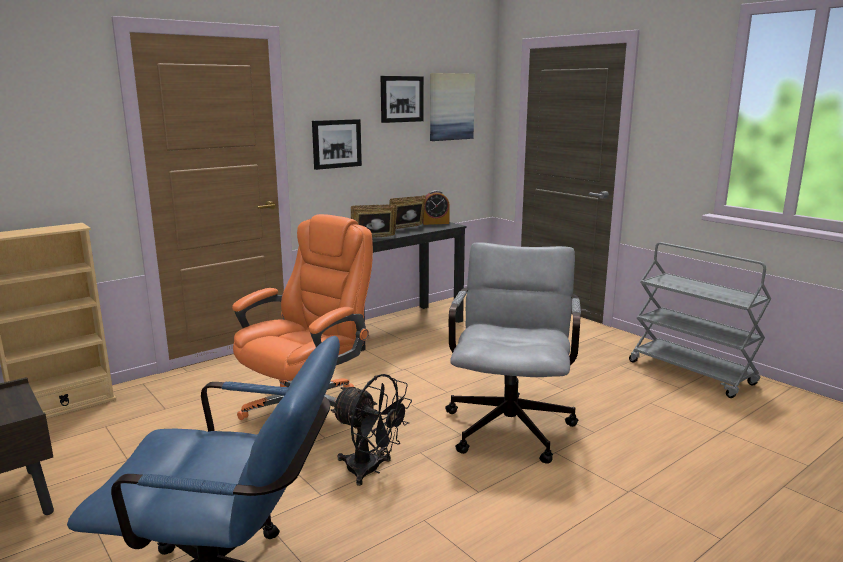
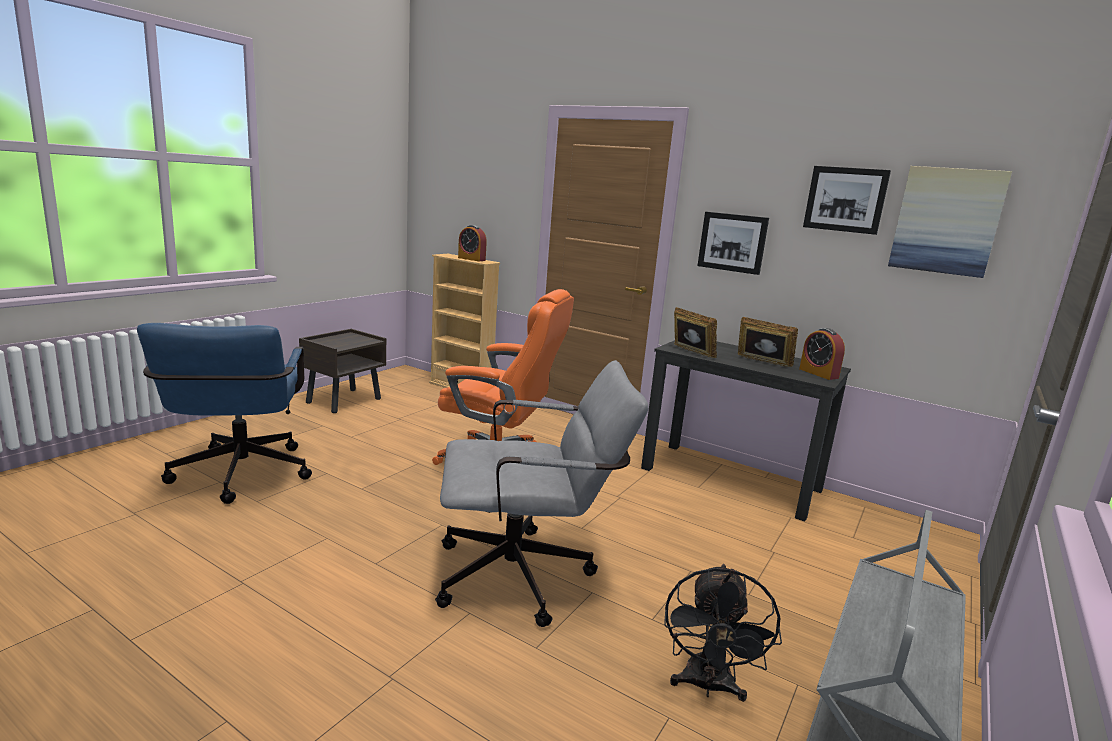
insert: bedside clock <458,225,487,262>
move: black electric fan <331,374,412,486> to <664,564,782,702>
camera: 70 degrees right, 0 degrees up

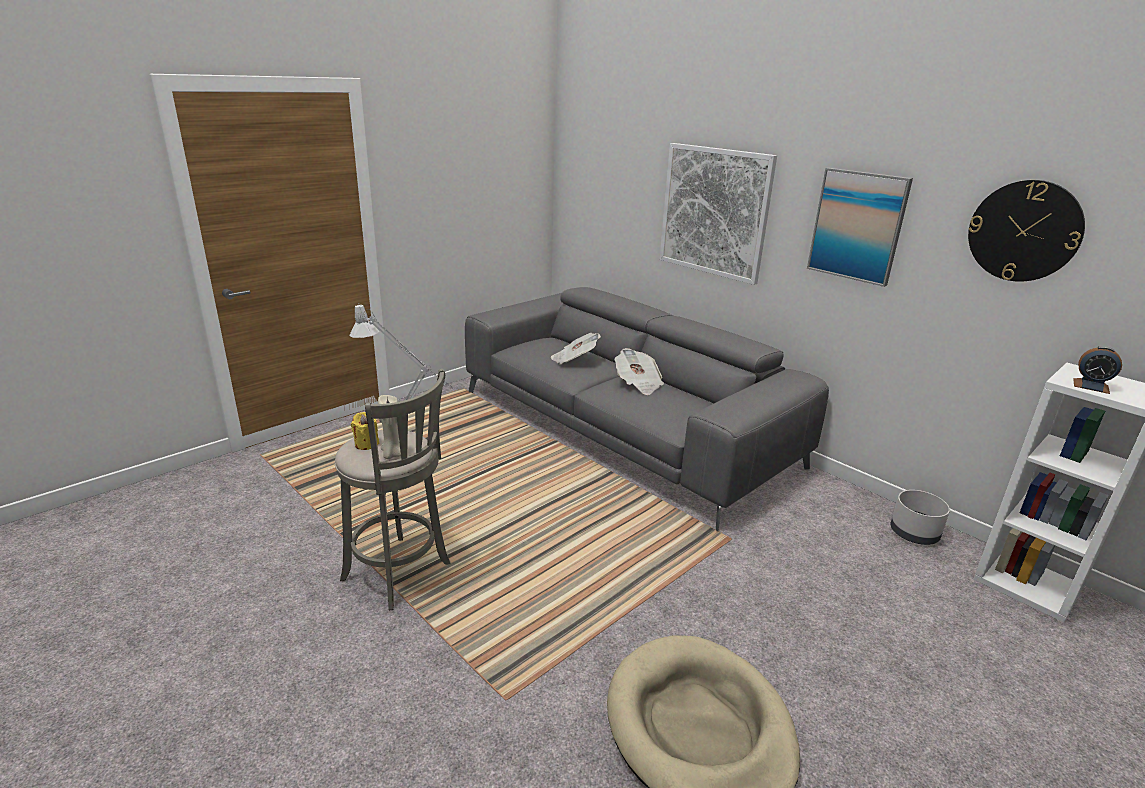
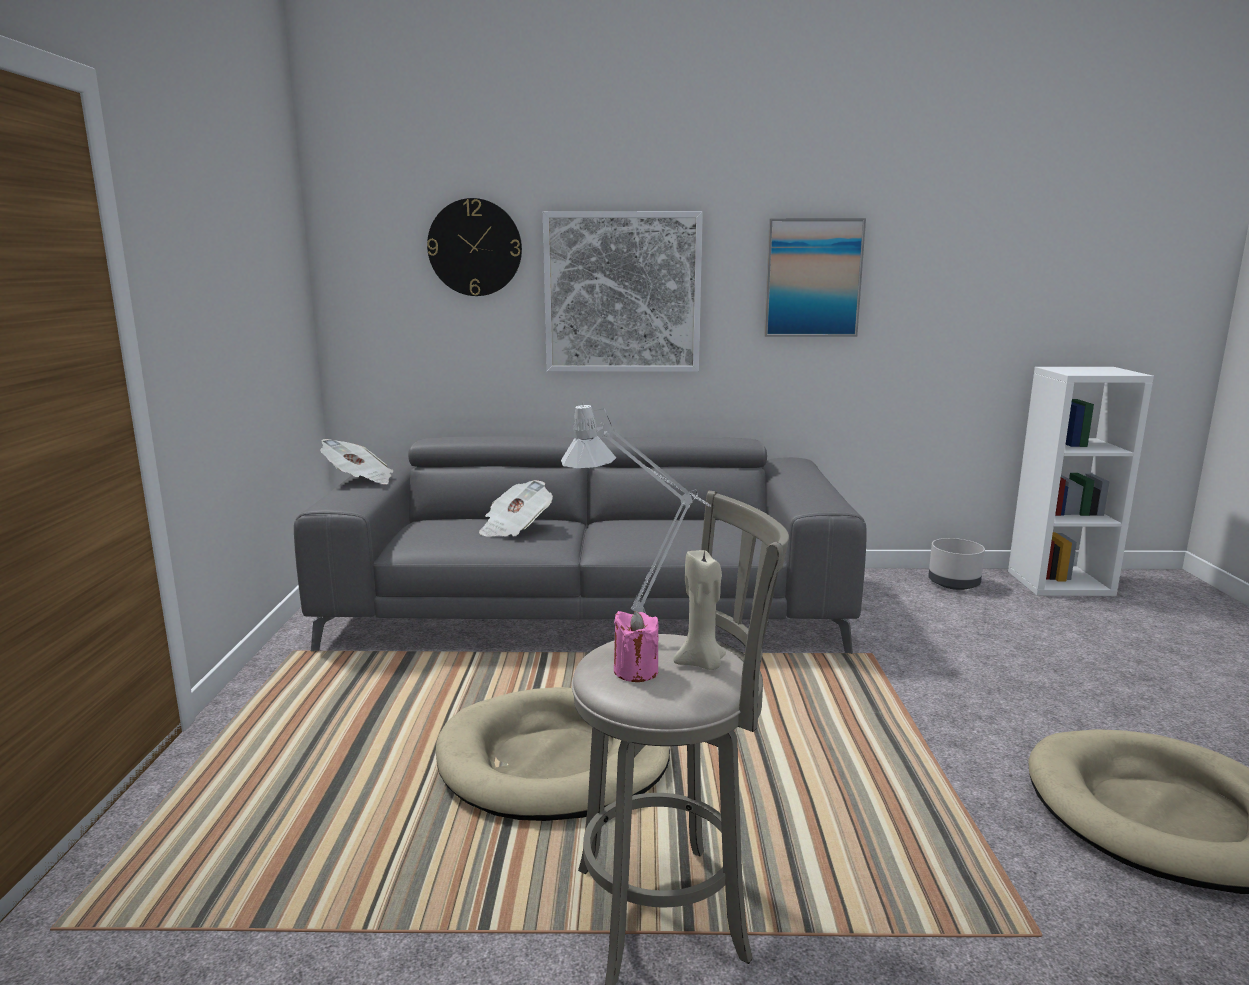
delete: bedside clock <1073,346,1122,394>
insert: beige dog bed <436,687,670,821>
move: hanging clock <968,180,1085,282> to <427,198,522,296>; daily paper <615,348,664,395> to <320,439,393,484>
recolor: yellow wax light <351,412,379,450> to pink-coloured wax light <614,611,659,682>
camera: 45 degrees left, 10 degrees down

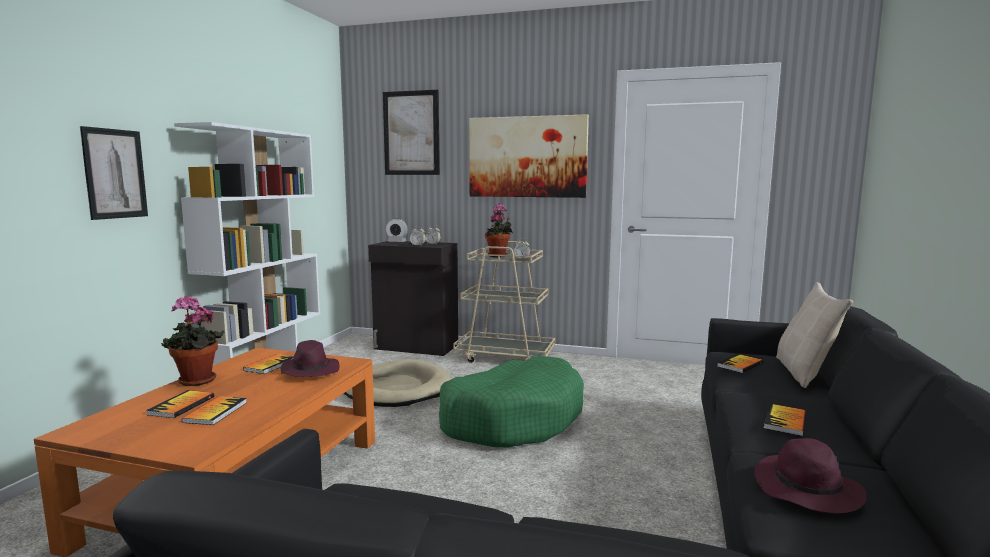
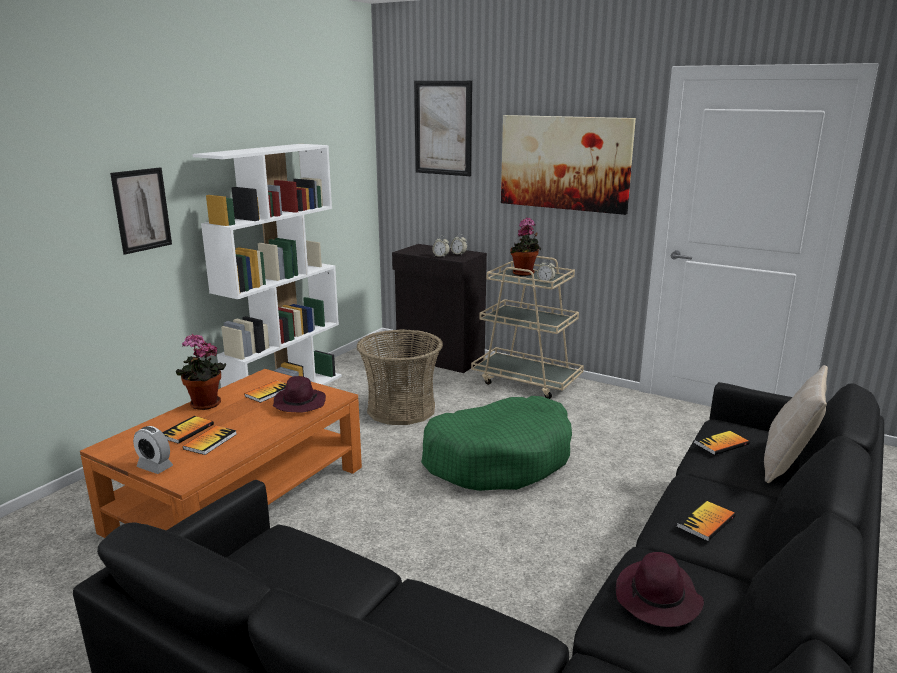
move: bedside clock <386,218,408,242> to <133,426,173,474>
replace: beige dog bed <344,359,451,407> to household basket <357,330,443,425>
camera: 15 degrees right, 10 degrees up

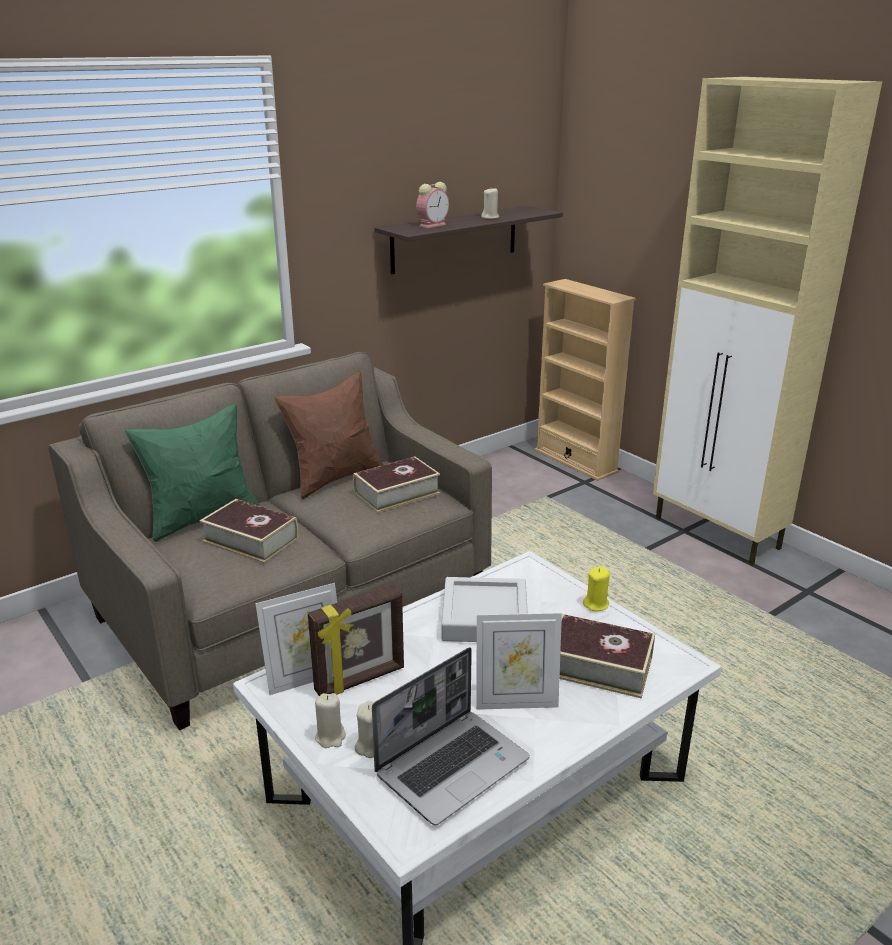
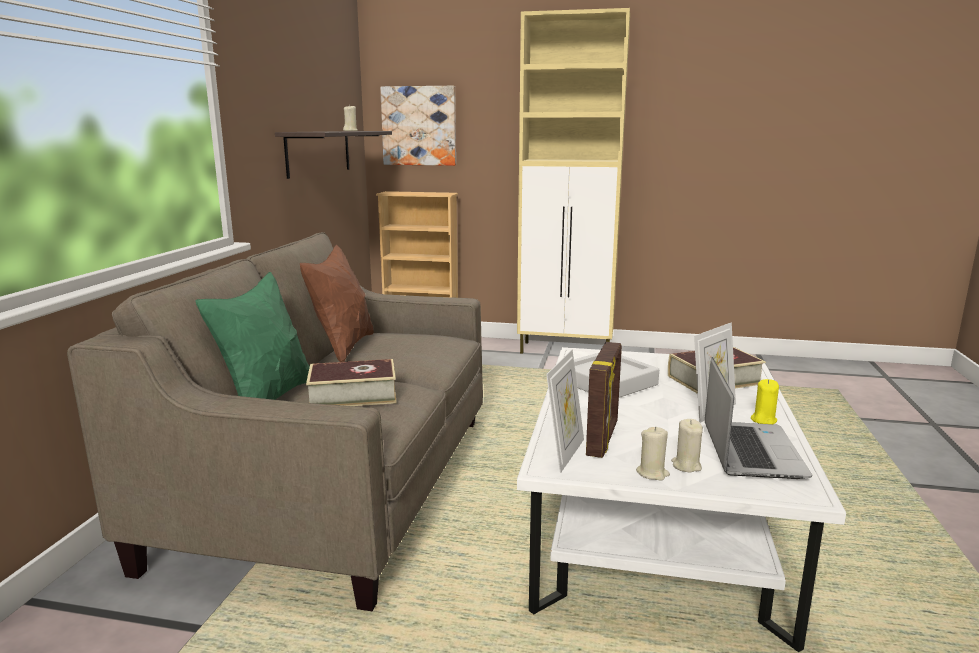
delete: bedside clock <416,182,449,228>; volume <353,456,440,513>
insert: picture <380,86,456,166>
move: yellow wax light <583,567,610,611> to <751,379,779,424>
camera: 40 degrees left, 10 degrees down

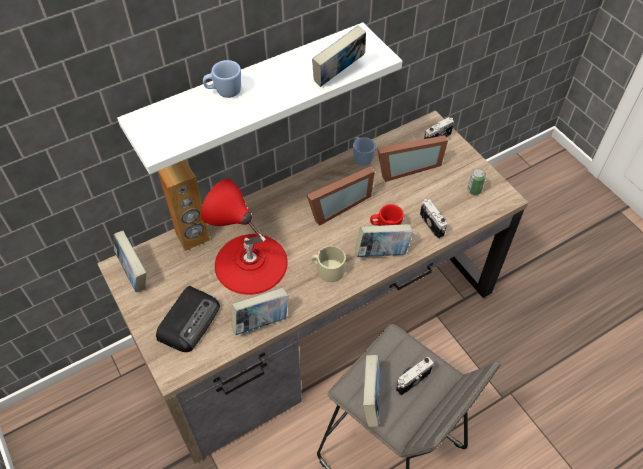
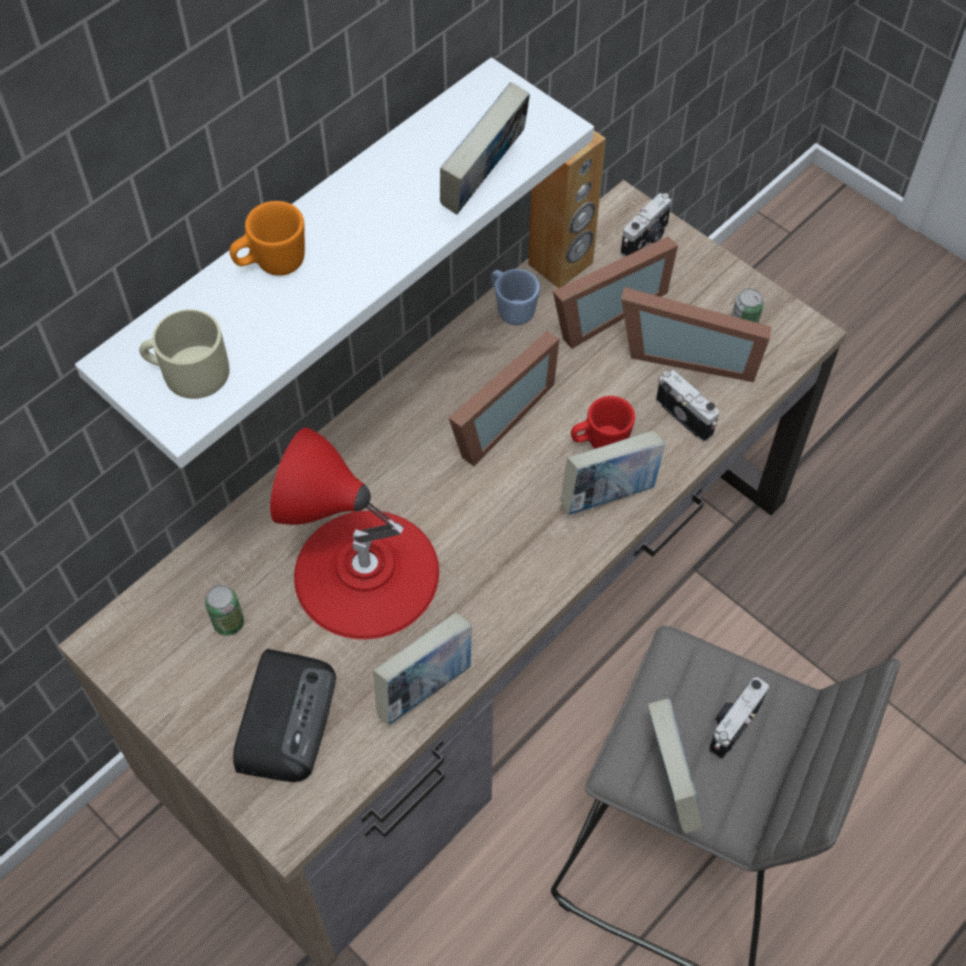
delete: volume <114,231,146,292>
insert: picture frame <621,287,772,382>; sealed can <205,585,244,636>
move: brownish loudspeaker <158,160,210,251> to <528,131,606,288>; beige coffee mug <311,246,346,282> to <139,309,229,399>
recolor: blue-coloured coffee mug <203,60,241,98> to orangey coffee mug <230,201,305,276>
camera: 15 degrees left, 5 degrees up

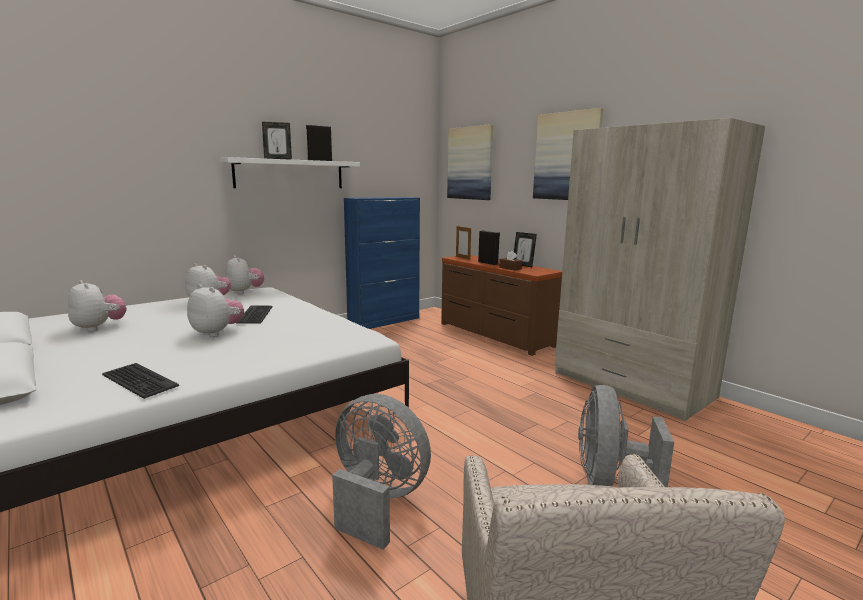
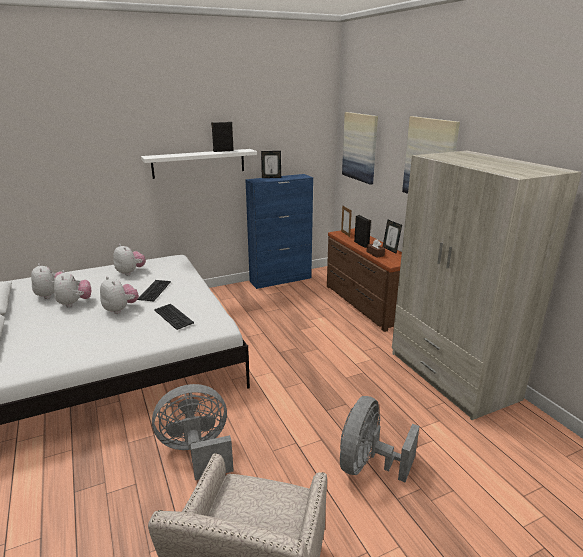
move: picture frame <262,122,292,160> to <261,151,281,178>; plush toy <225,256,264,294> to <54,270,91,307>; PC keyboard <102,363,179,399> to <154,304,194,330>
rotate: grey electric fan <332,394,431,550> = <152,384,234,480> 60 degrees counterclockwise
camera: 15 degrees right, 10 degrees up

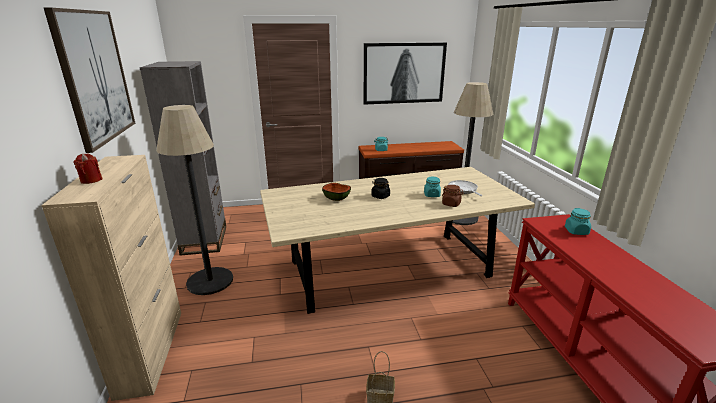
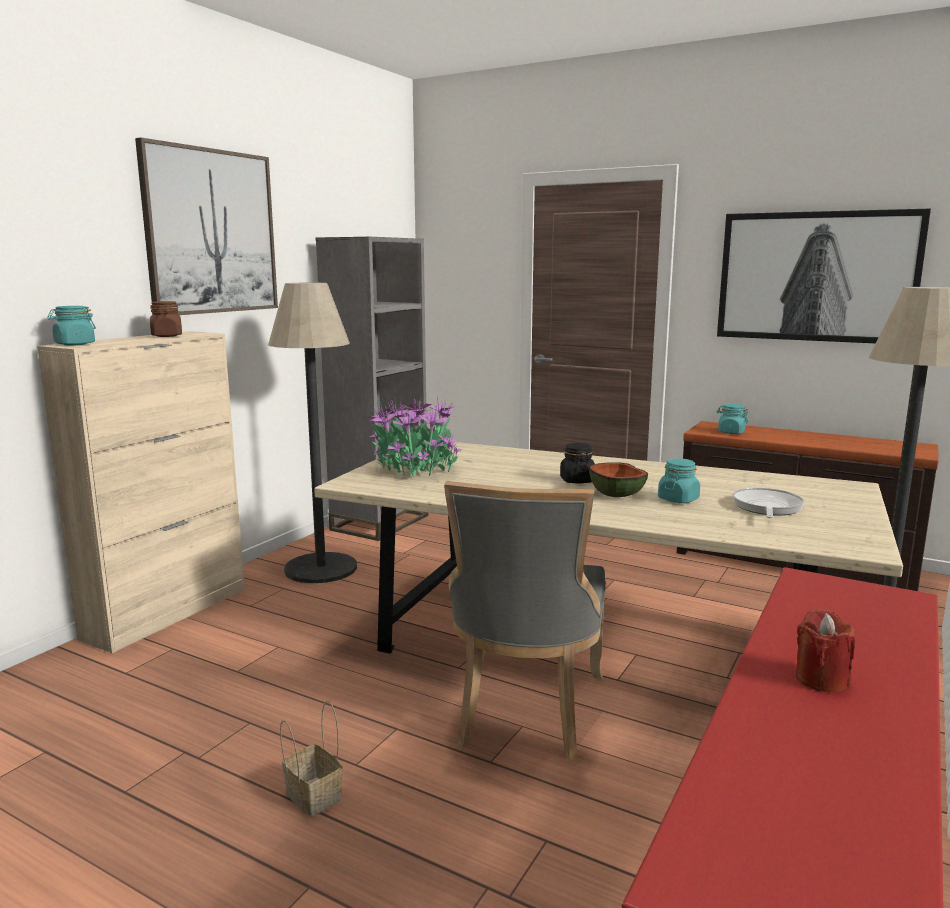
insert: potted plant <367,397,461,478>; grey plain chair <444,481,606,761>
move: red-coloured wax light <73,154,102,184> to <796,609,855,692>; serving bowl <322,183,351,201> to <589,462,648,497>; brownish storage jar <442,185,464,207> to <150,301,182,337>; turquoise-coloured storage jar <565,208,591,235> to <47,306,96,345>
camera: 40 degrees right, 10 degrees down

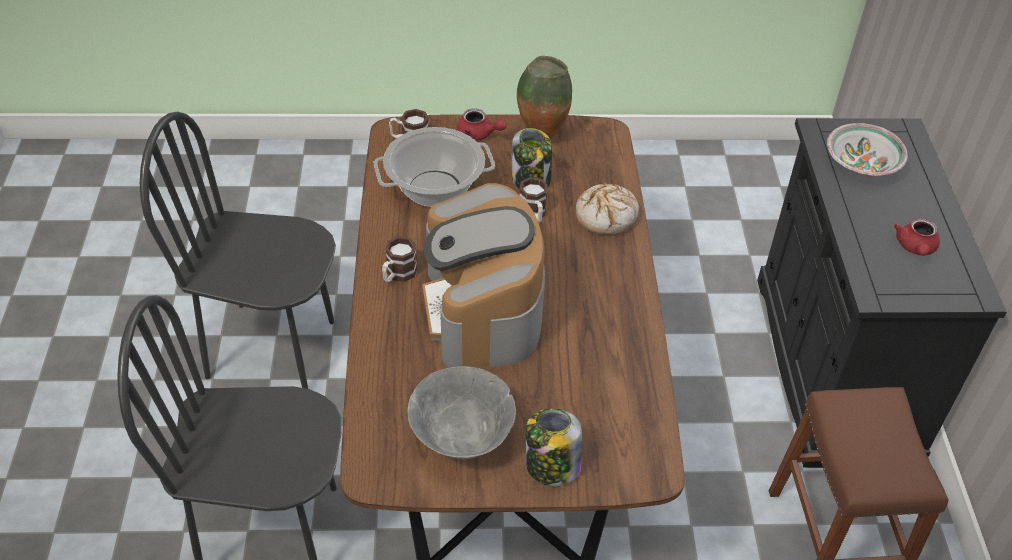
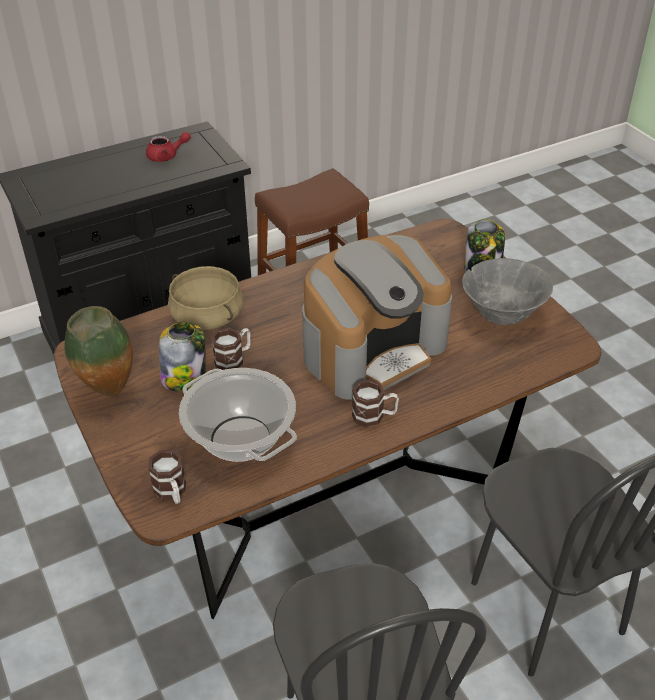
delete: red-coloured tea pot <457,108,507,141>; serving bowl <827,123,908,177>
replace: baked bread <576,183,639,235> to beige cooking pot <168,266,243,330>
camera: 115 degrees left, 5 degrees down

